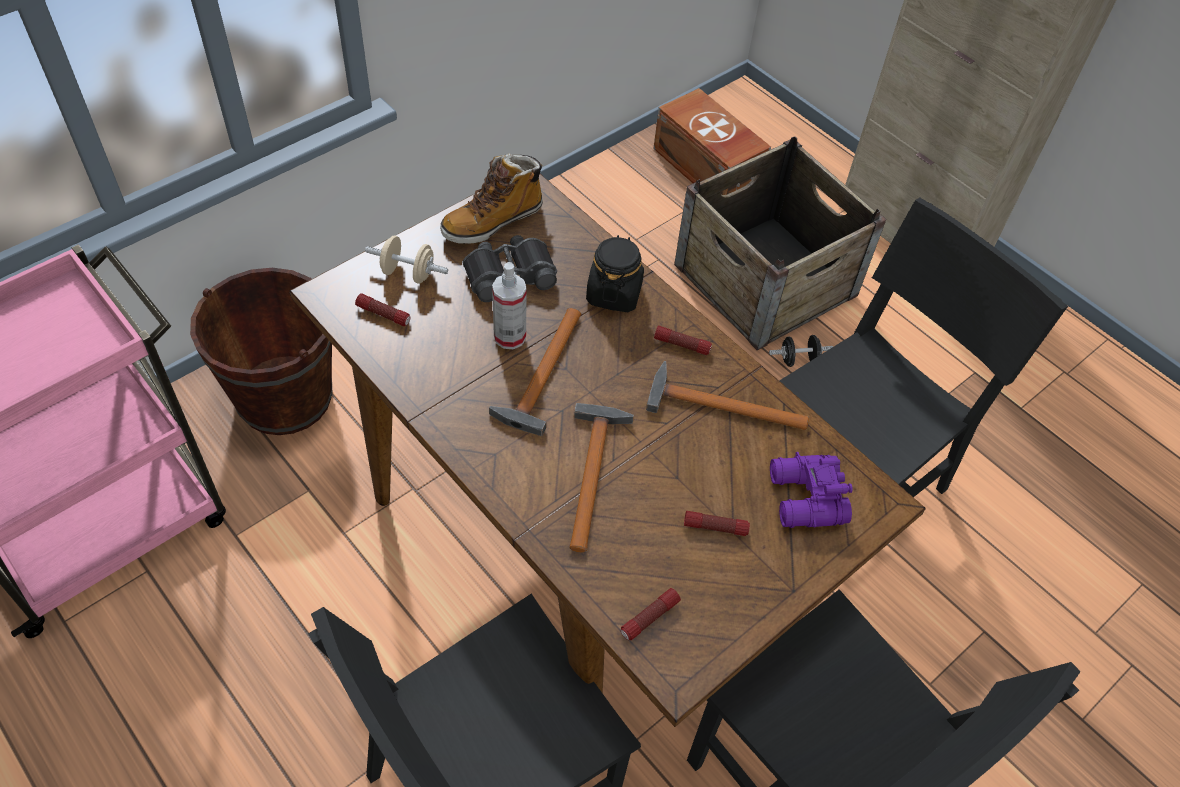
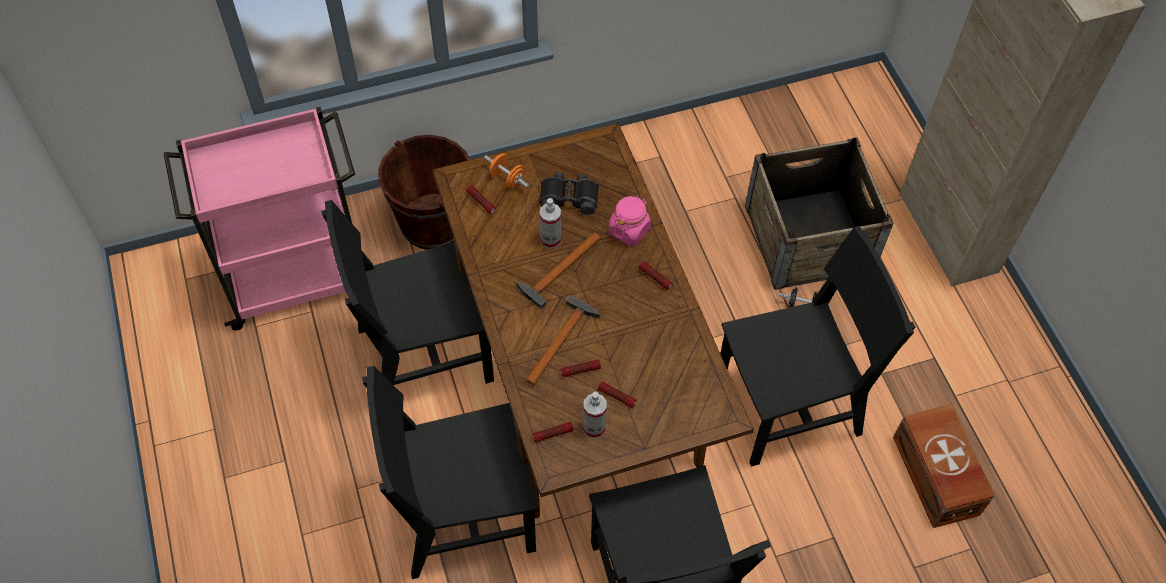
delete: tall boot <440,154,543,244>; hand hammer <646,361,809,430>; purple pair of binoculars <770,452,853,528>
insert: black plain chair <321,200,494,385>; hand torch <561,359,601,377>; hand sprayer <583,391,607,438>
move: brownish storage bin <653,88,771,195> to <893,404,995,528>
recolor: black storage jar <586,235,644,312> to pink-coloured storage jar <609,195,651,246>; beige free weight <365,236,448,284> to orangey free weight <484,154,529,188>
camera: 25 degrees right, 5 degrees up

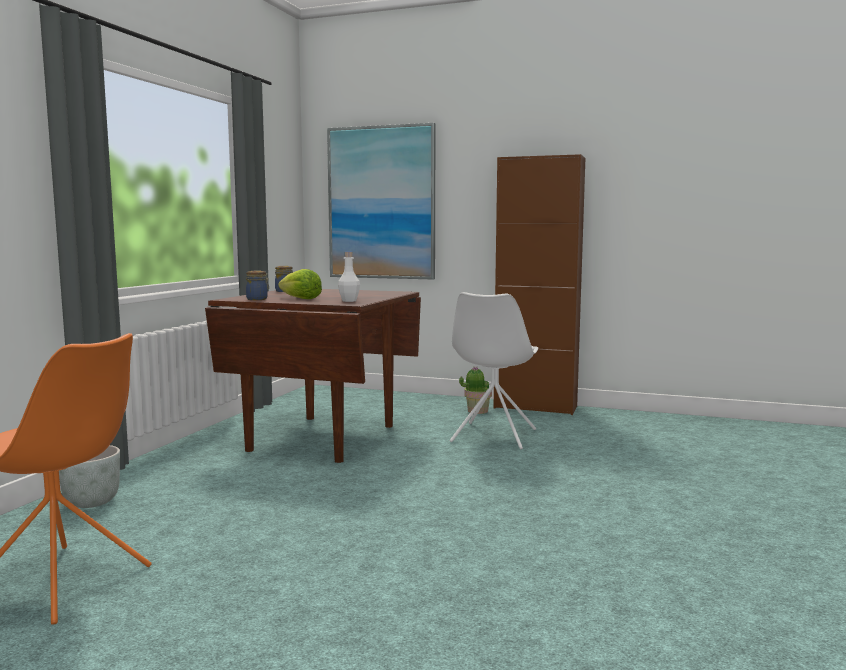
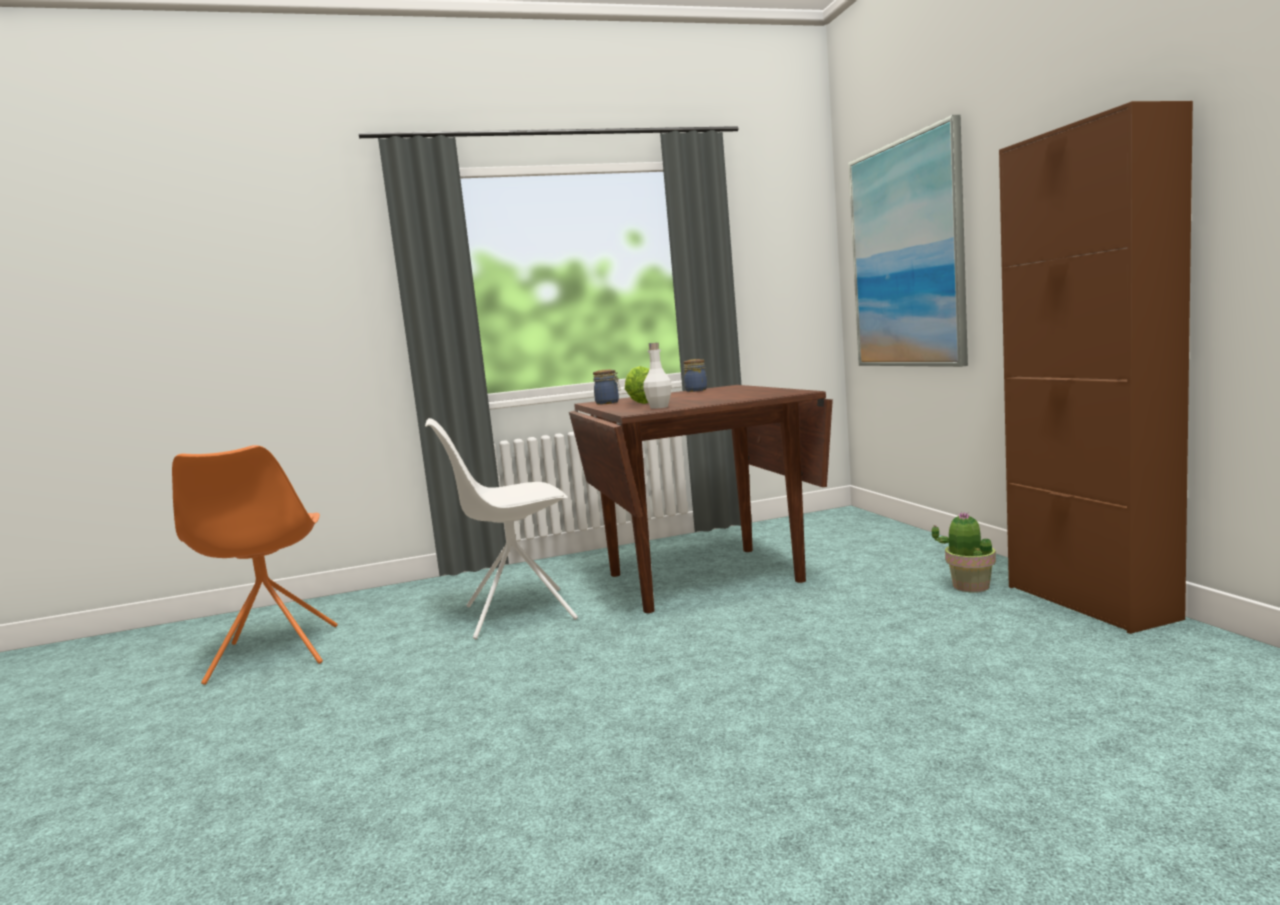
delete: grey plant pot <59,445,120,508>
move: white-coloured plain chair <450,292,538,449> to <425,418,578,639>
camera: 55 degrees right, 0 degrees up

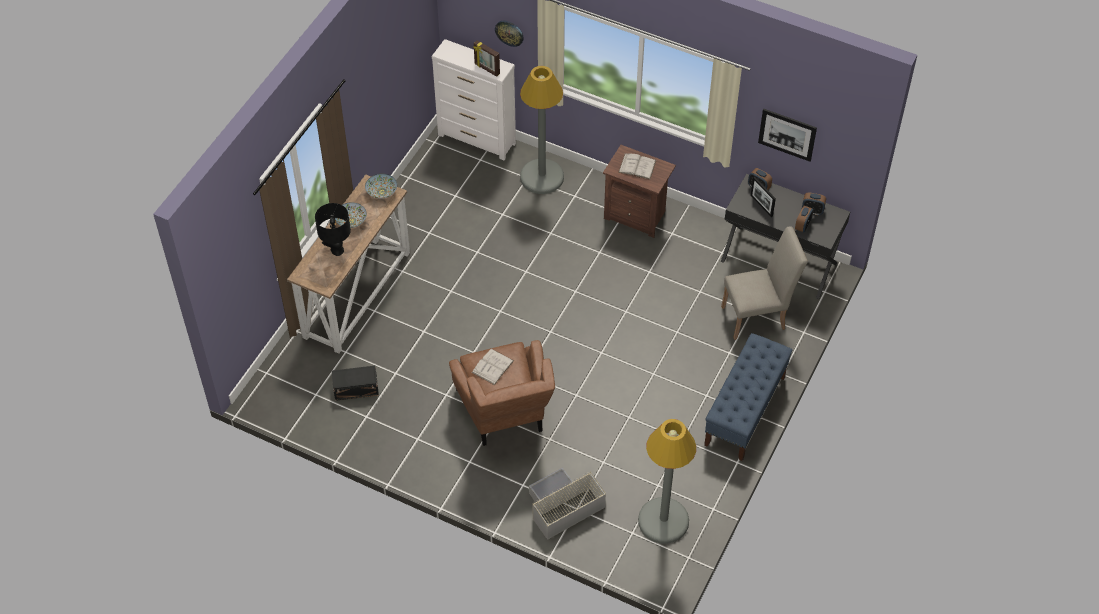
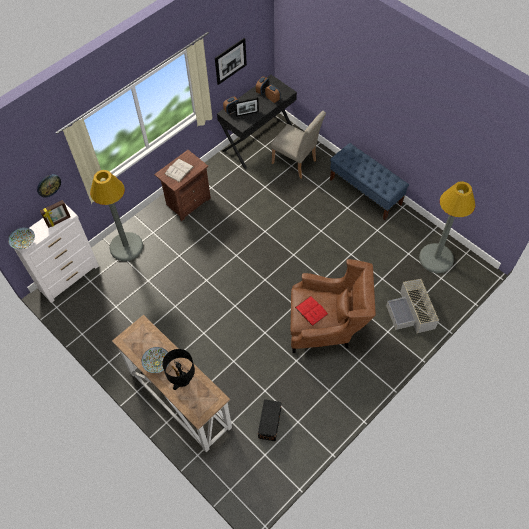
move: serving bowl <365,174,397,199> to <8,227,35,249>
recolor: white-coloured volume <472,348,514,385> to red-coloured volume <295,296,328,326>
rotate: beige plain chair <721,226,808,340> = <271,111,326,178> 120 degrees clockwise
camera: 70 degrees left, 5 degrees up

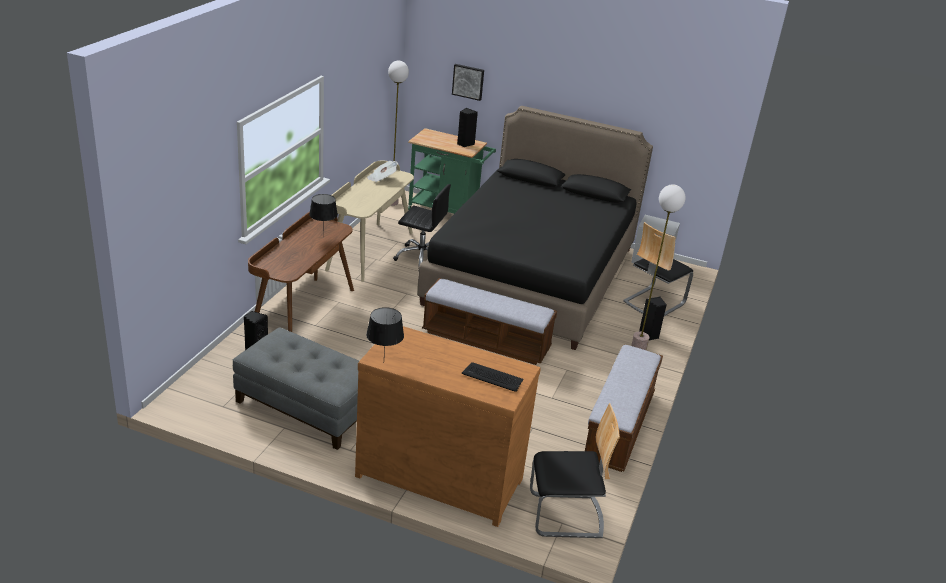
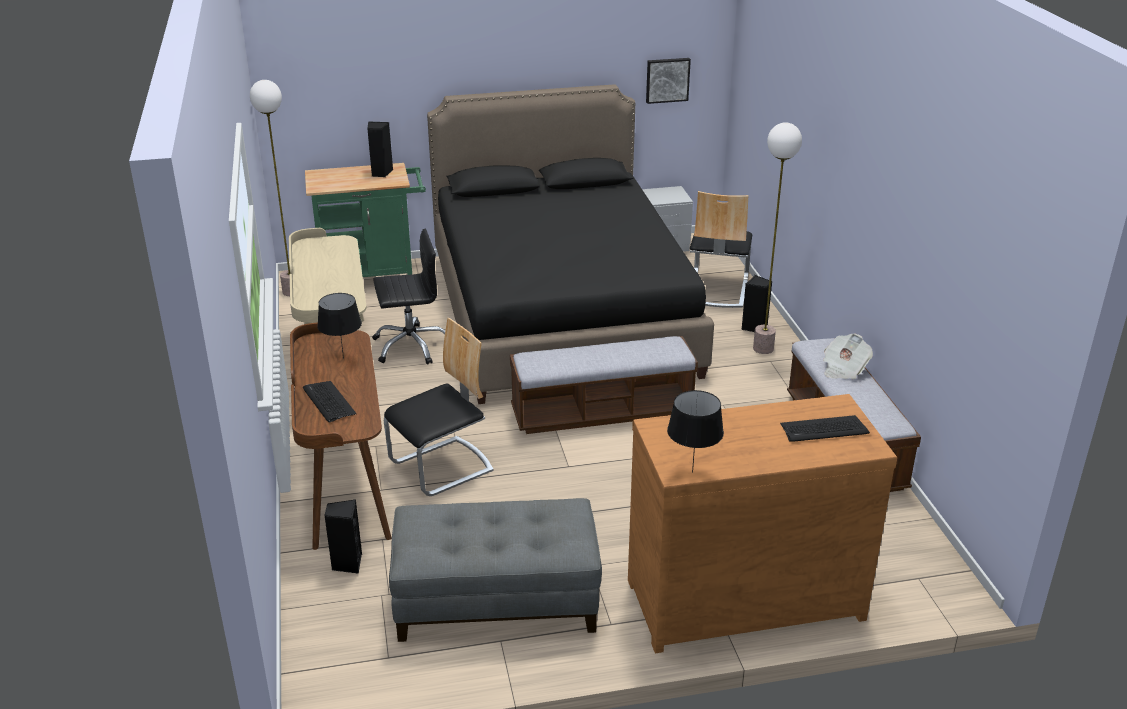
insert: PC keyboard <303,381,356,423>
move: picture <452,64,484,101> to <646,58,691,104>; daily paper <367,161,398,182> to <823,333,873,379>; plain chair <530,403,620,538> to <384,318,493,496>
camera: 30 degrees left, 0 degrees up

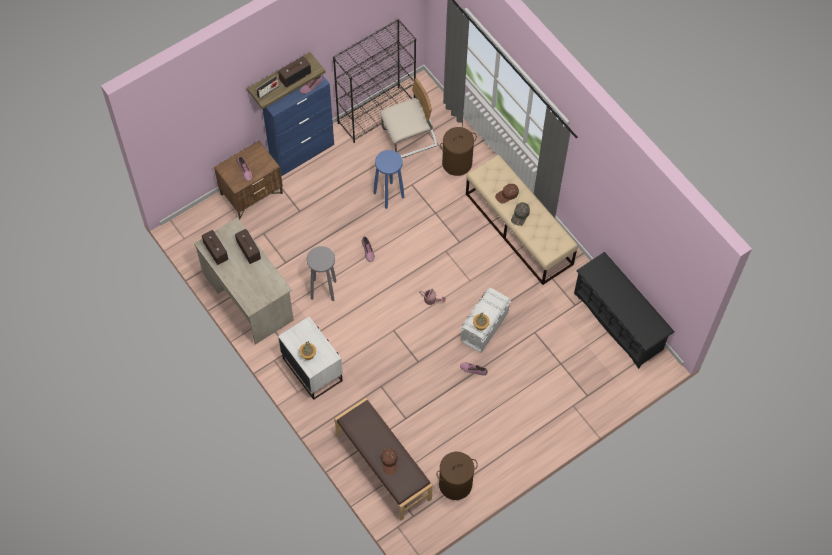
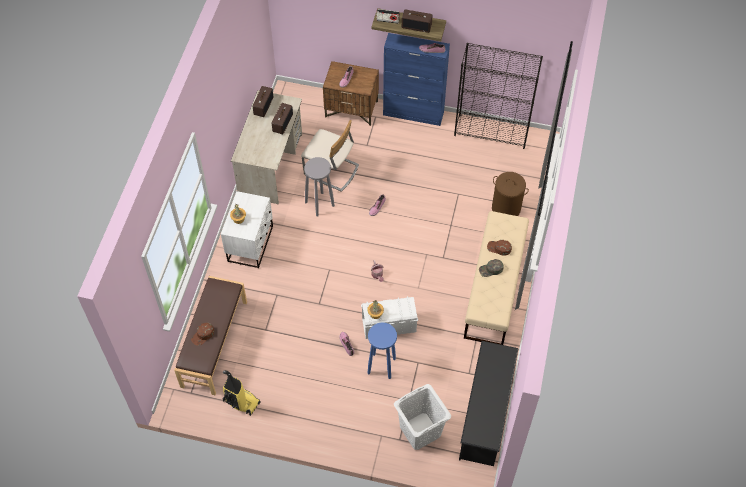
insert: white-coloured washing basket <394,384,451,450>
move: beige plain chair <380,78,438,158> to <301,120,359,192>; blue-coloured stool <373,150,404,209> to <368,322,397,379>
replace: brownish washing basket <437,452,478,500> to vacuum <223,370,261,416>
camera: 50 degrees right, 5 degrees down

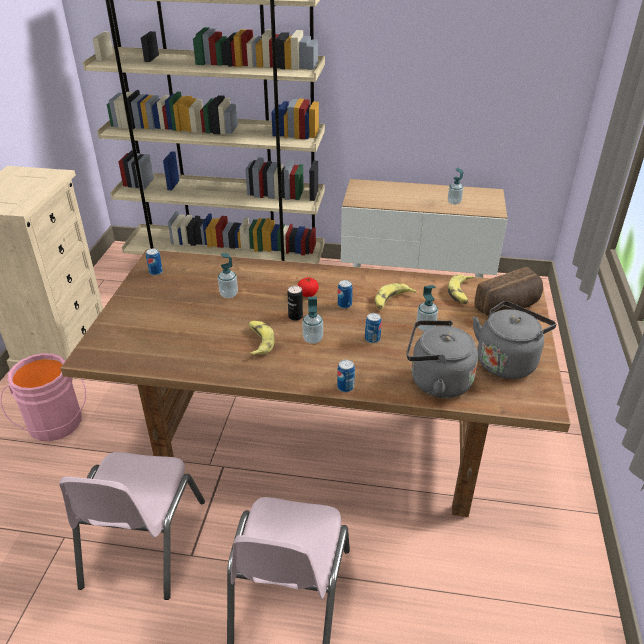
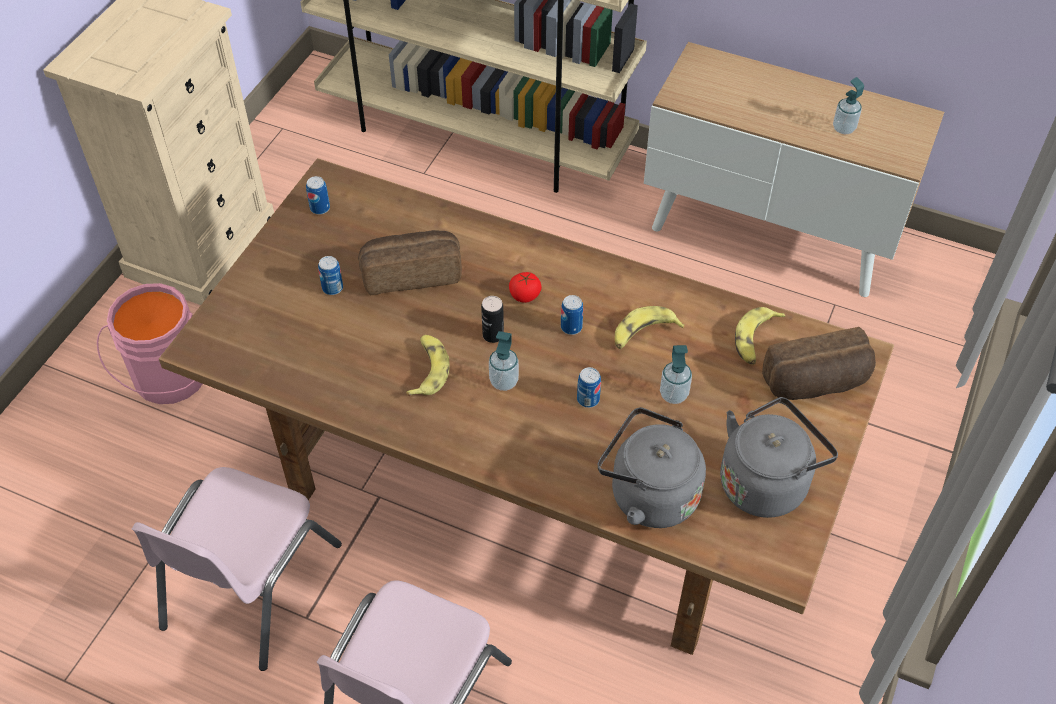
move: sealed can <337,360,355,392> to <318,256,343,295>
replace: liquid soap bottle <218,253,238,298> to baked bread <358,230,462,295>
camera: 15 degrees right, 15 degrees up

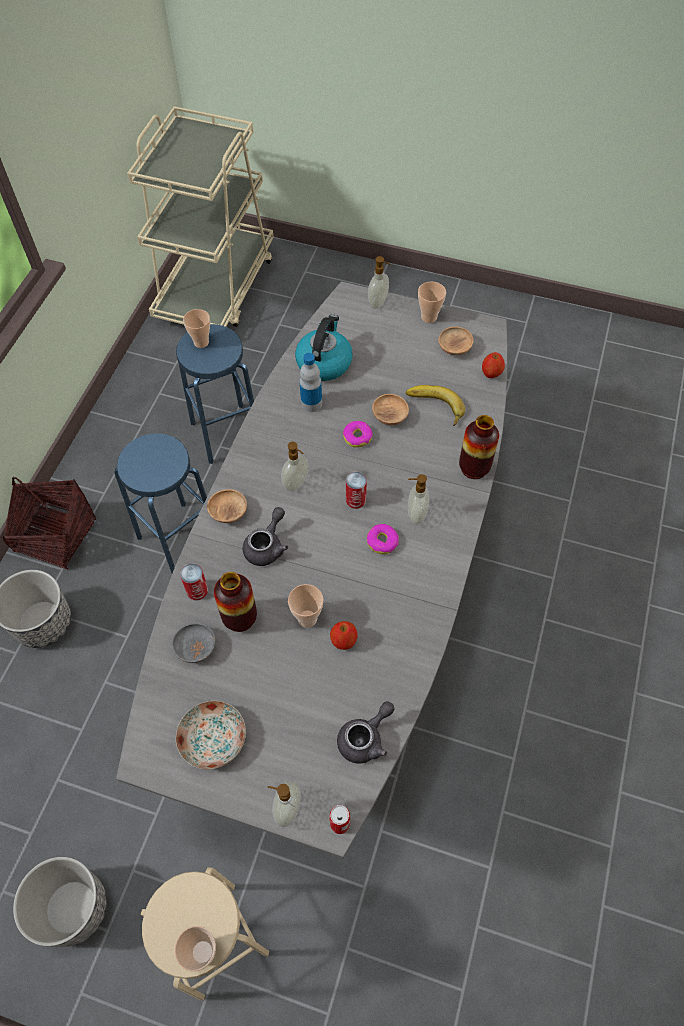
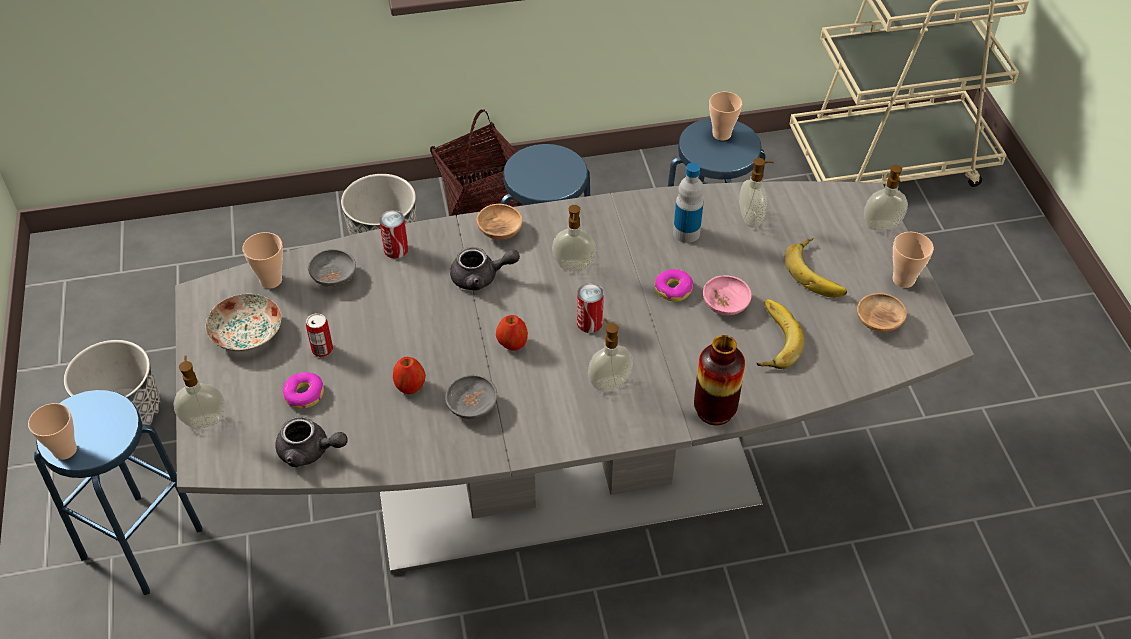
delete: flower vase <214,572,257,632>
insert: whole banana <784,238,847,298>; grey serving bowl <445,375,497,419>
move: apple <482,352,505,378> to <496,315,528,351>; ring doughnut <367,524,399,554> to <283,372,324,409>; cup <288,584,323,628> to <242,232,283,288>; sealed can <329,805,350,834> to <306,313,333,357>
replace: water kettle <295,314,353,381> to liquid soap bottle <739,158,774,228>
recolor: brownish serving bowl <372,394,409,425> to pink-coloured serving bowl <703,275,752,315>; beige stool <141,867,269,1001> to blue-coloured stool <34,390,203,595>
camera: 60 degrees right, 10 degrees down

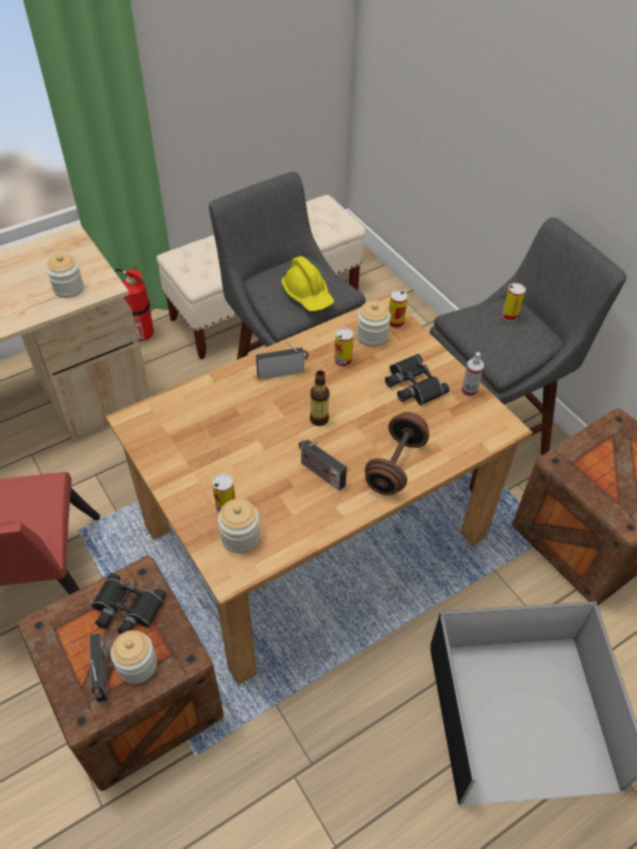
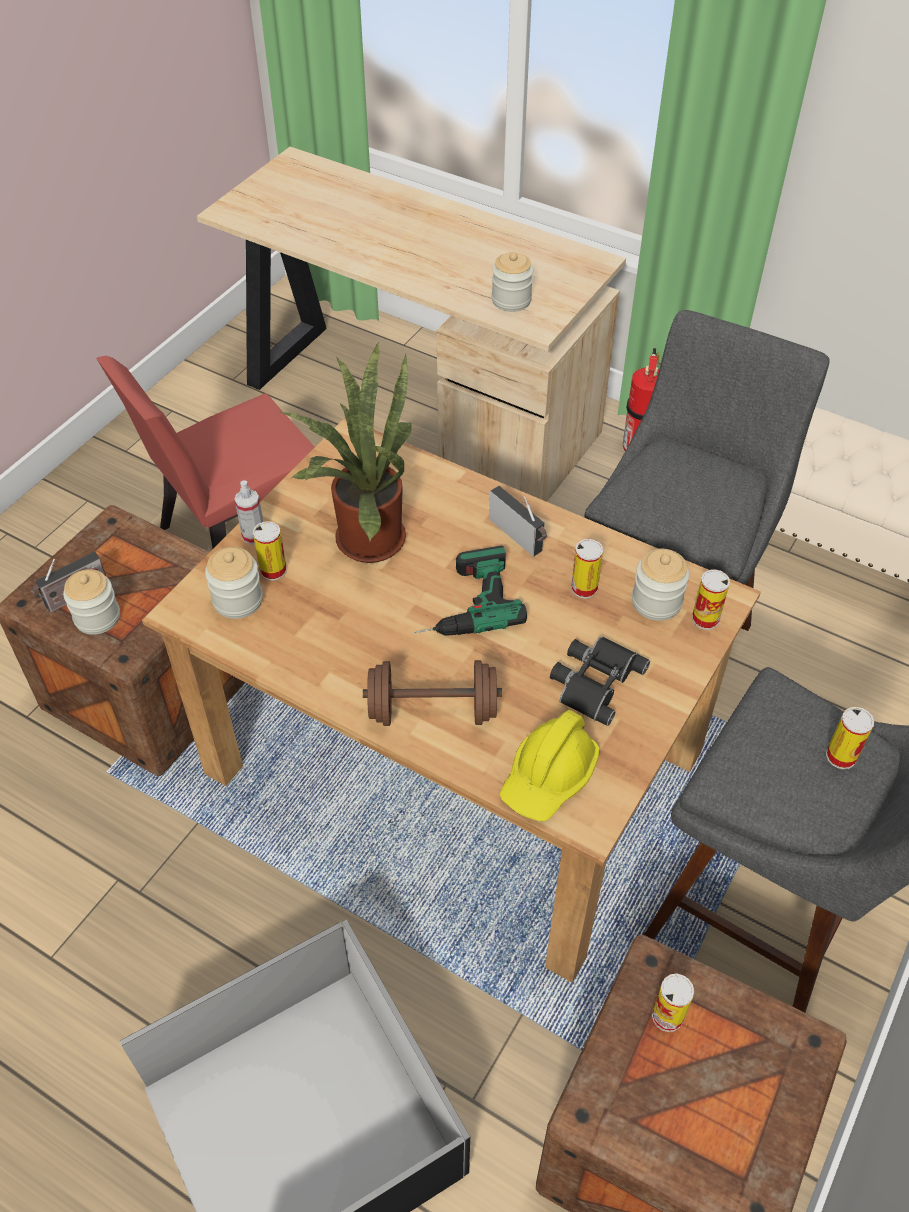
delete: radio <298,439,347,491>; black pair of binoculars <91,573,166,634>
insert: potted plant <279,342,411,563>; sealed can <652,974,694,1032>
move: yellow work helmet <281,256,334,311> to <499,710,600,822>; hand sprayer <461,352,484,397> to <234,480,263,545>
replace: drink bottle <310,370,329,426> to electric drill <413,545,527,636>
camera: 65 degrees right, 0 degrees up

